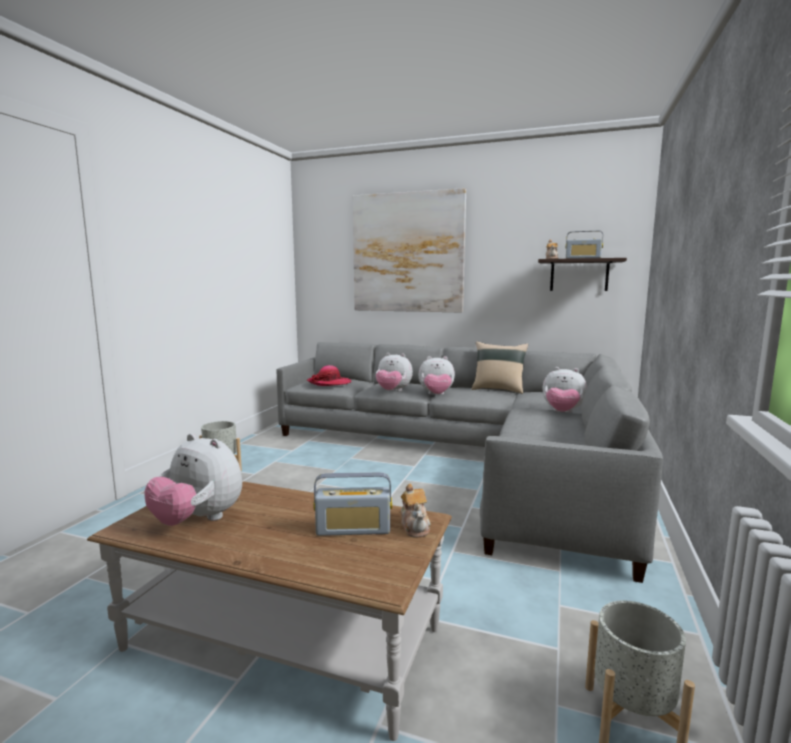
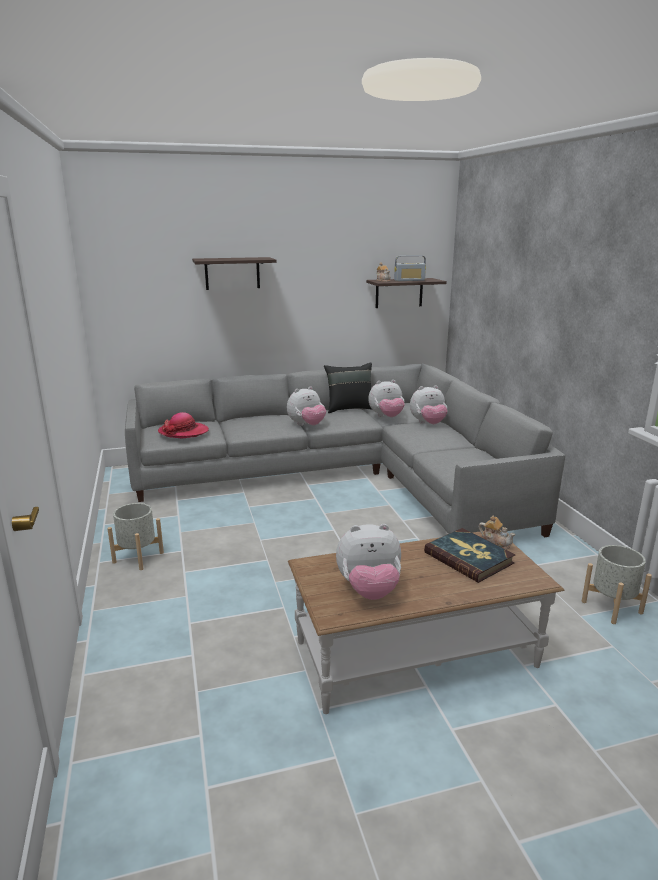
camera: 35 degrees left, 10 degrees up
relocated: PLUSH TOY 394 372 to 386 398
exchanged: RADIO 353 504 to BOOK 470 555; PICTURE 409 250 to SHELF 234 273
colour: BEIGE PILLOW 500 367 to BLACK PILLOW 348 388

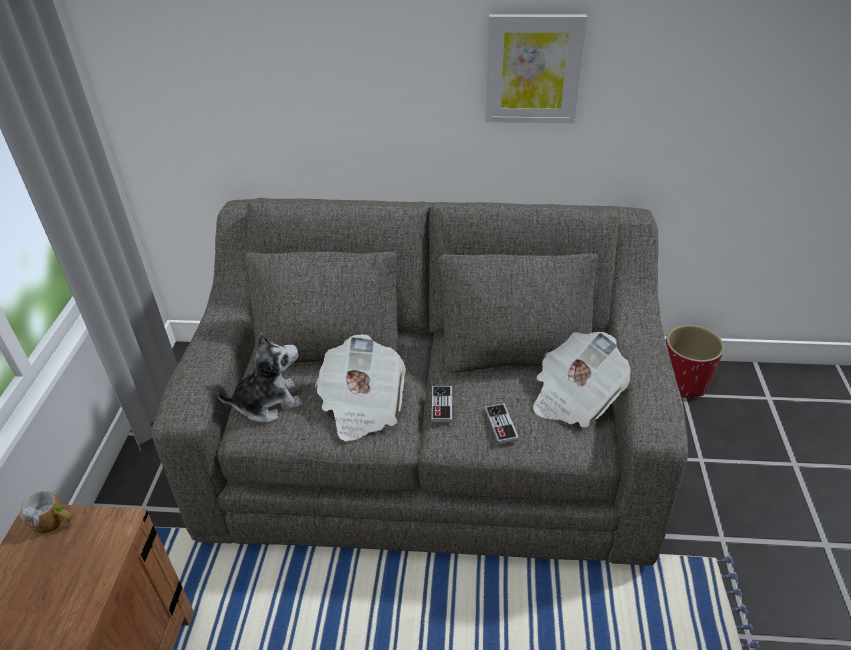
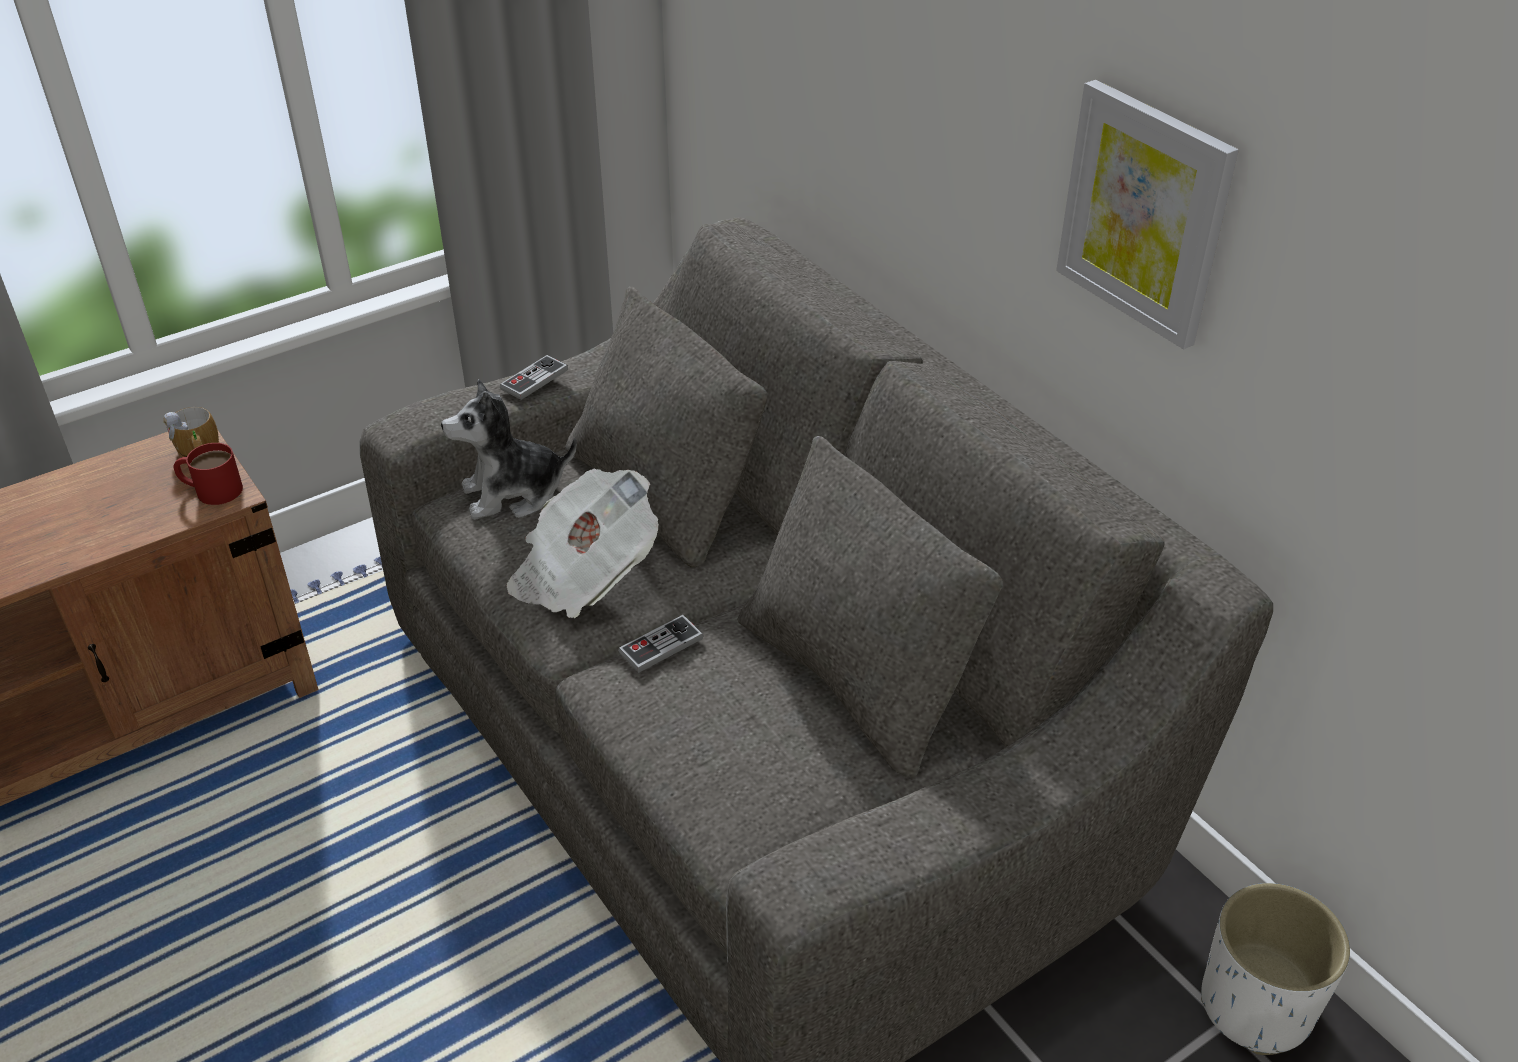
camera: 50 degrees right, 0 degrees up
missing: NEWSPAPER 582 379
appeared: RED MUG 208 474
relocated: GAME CONTROLLER 502 423 to 534 377
colour: RED PLANTER 695 361 to WHITE PLANTER 1275 969
spun: PLUSH TOY 260 377 = 509 449 135 degrees clockwise

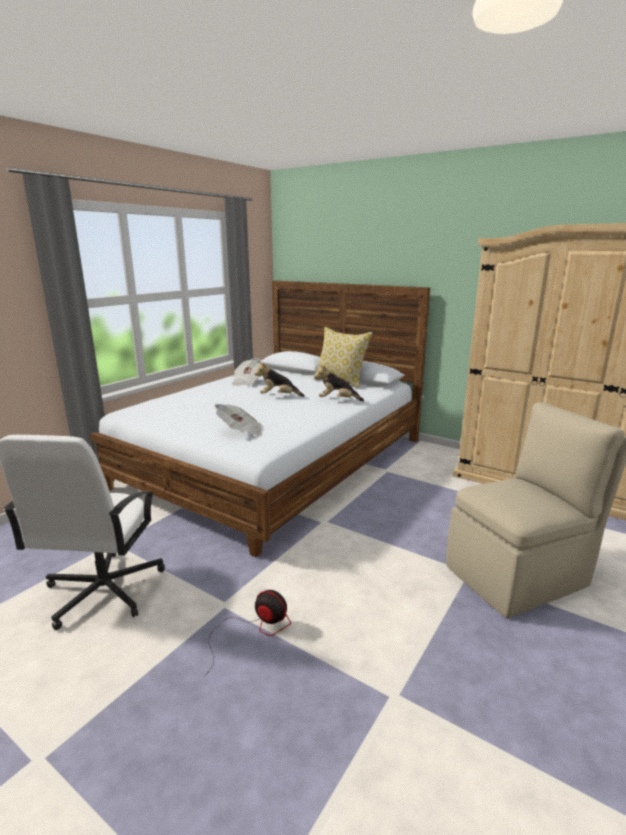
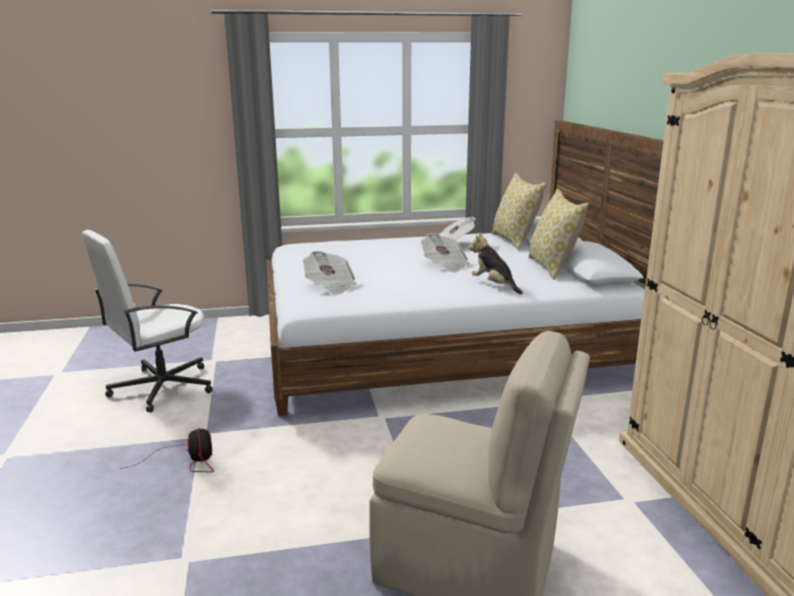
camera: 45 degrees right, 0 degrees up
appeared: PILLOW 519 211
exchanged: PLUSH TOY 280 379 to NEWSPAPER 445 253

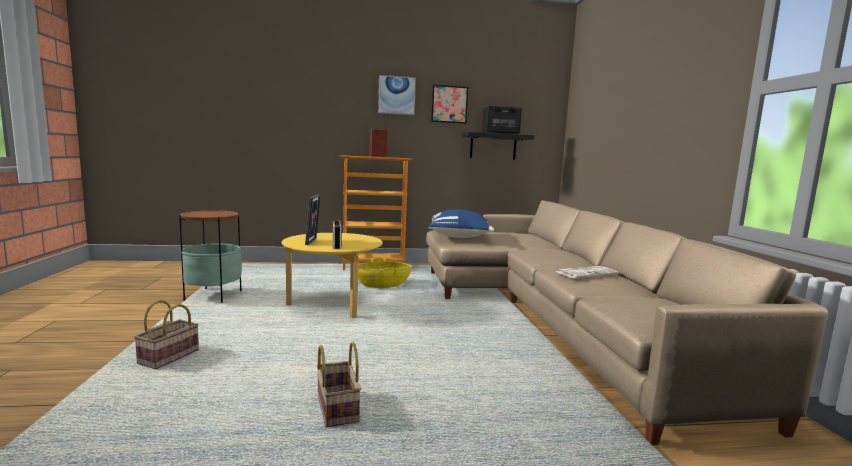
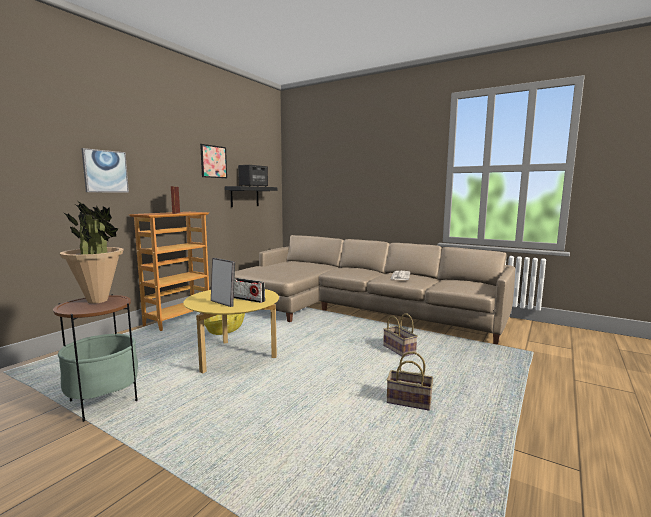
camera: 50 degrees left, 0 degrees up
missing: BLUE PILLOW 461 224
appeared: POTTED PLANT 91 252
relocated: BASKET 166 334 to 400 334; PICTURE 397 95 to 105 170

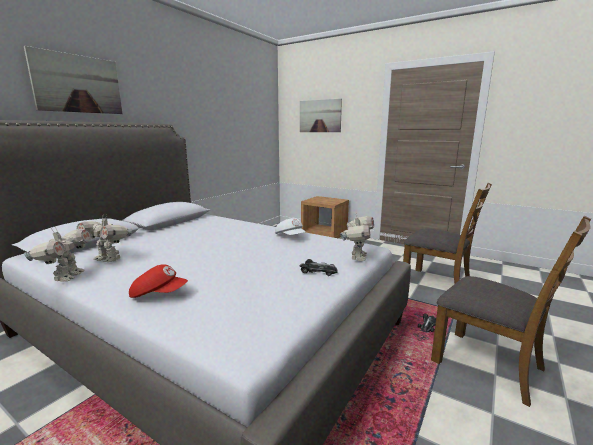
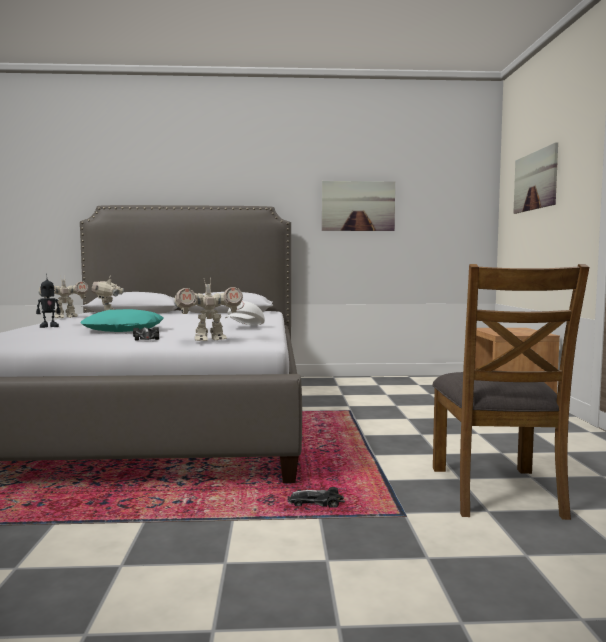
camera: 55 degrees right, 10 degrees down
missing: BROWN CHAIR 511 311
appeared: TURQUOISE PILLOW 122 320
relocated: PICTURE 73 80 to 358 206
exchanged: RED CAP 158 281 to TOY ROBOT 48 303

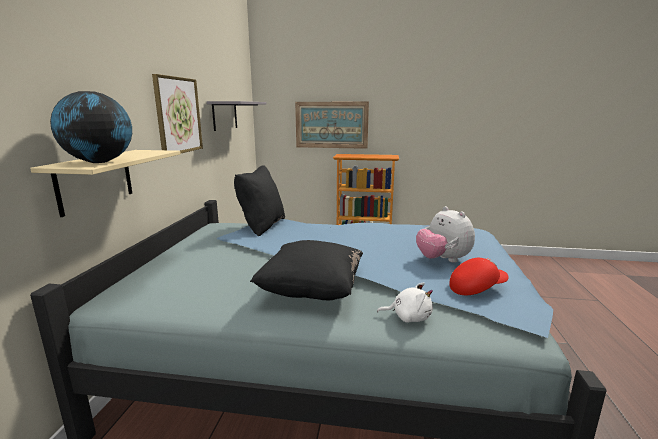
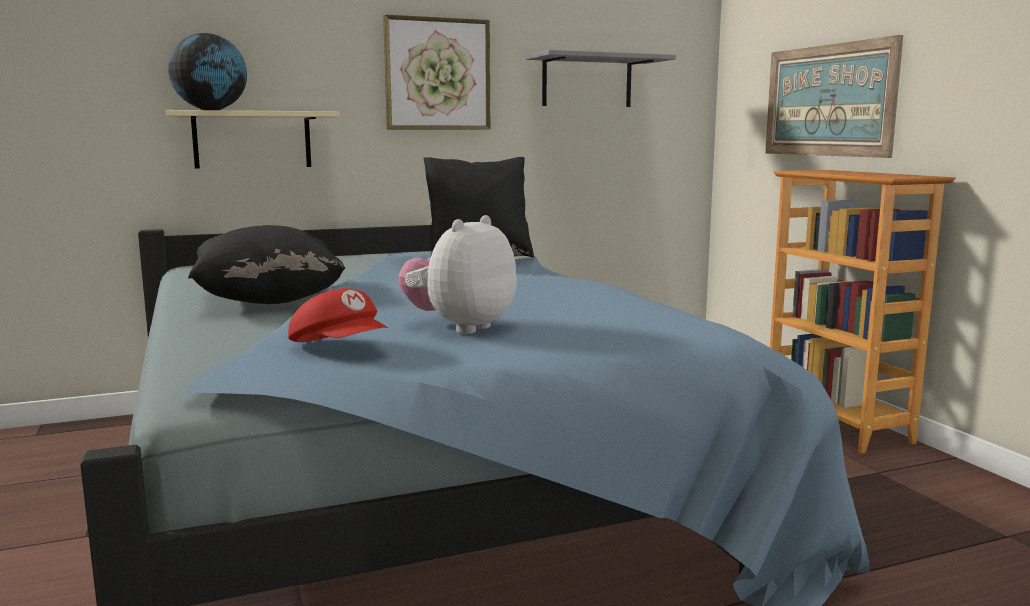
camera: 60 degrees right, 5 degrees down
missing: WHITE PLUSH TOY 405 302

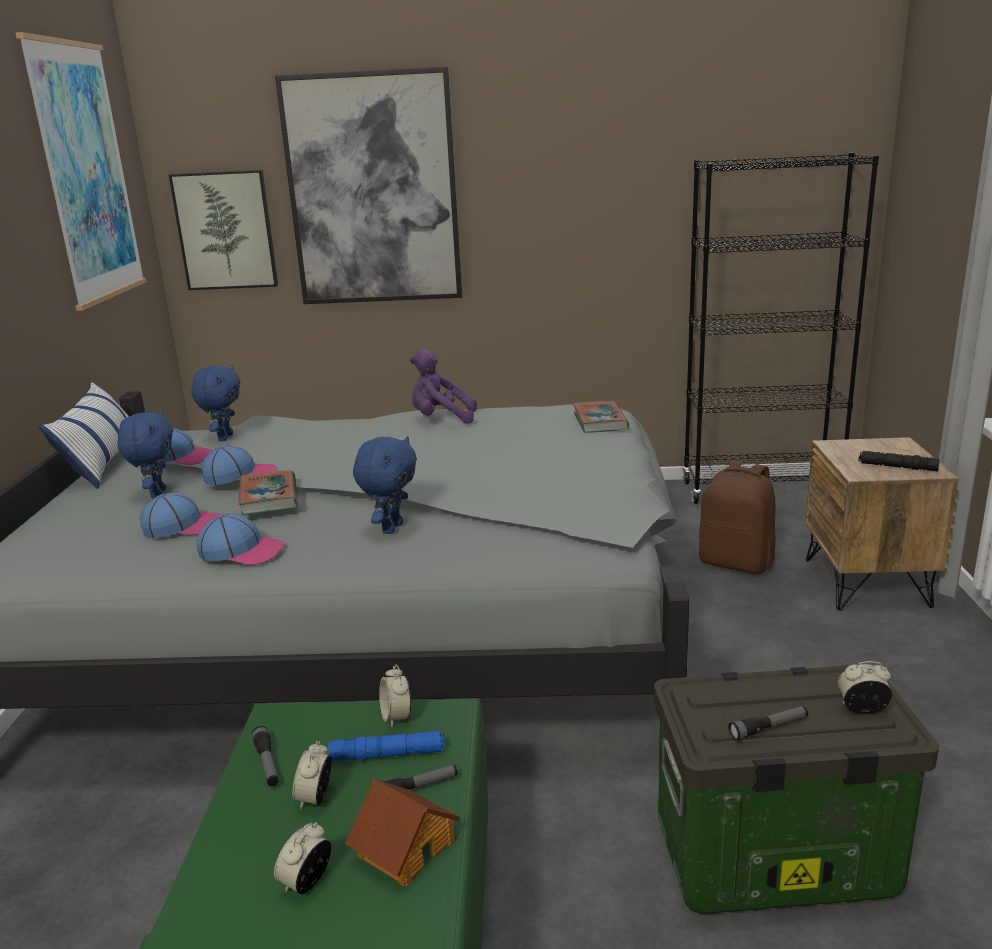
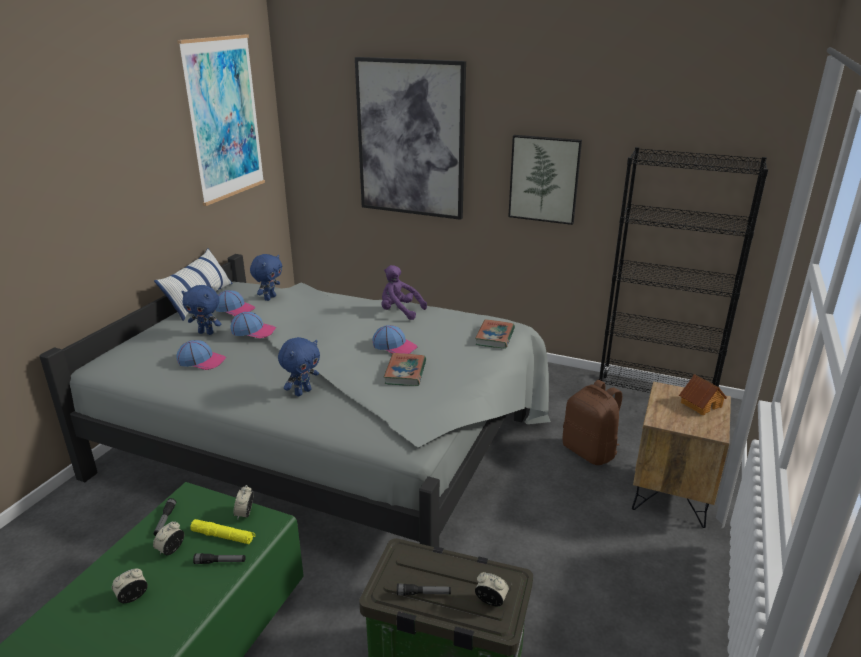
camera: 20 degrees right, 5 degrees up
missing: BLACK FLASHLIGHT 899 461
relocated: PICTURE 223 230 to 545 180; CAP 241 539 to 394 339; BOOK 268 492 to 405 369; TOY HOUSE 402 833 to 703 394
colour: BLUE FLASHLIGHT 386 746 to YELLOW FLASHLIGHT 222 531
spun: BLUE PLUSH TOY 145 455 = 201 310 90 degrees clockwise

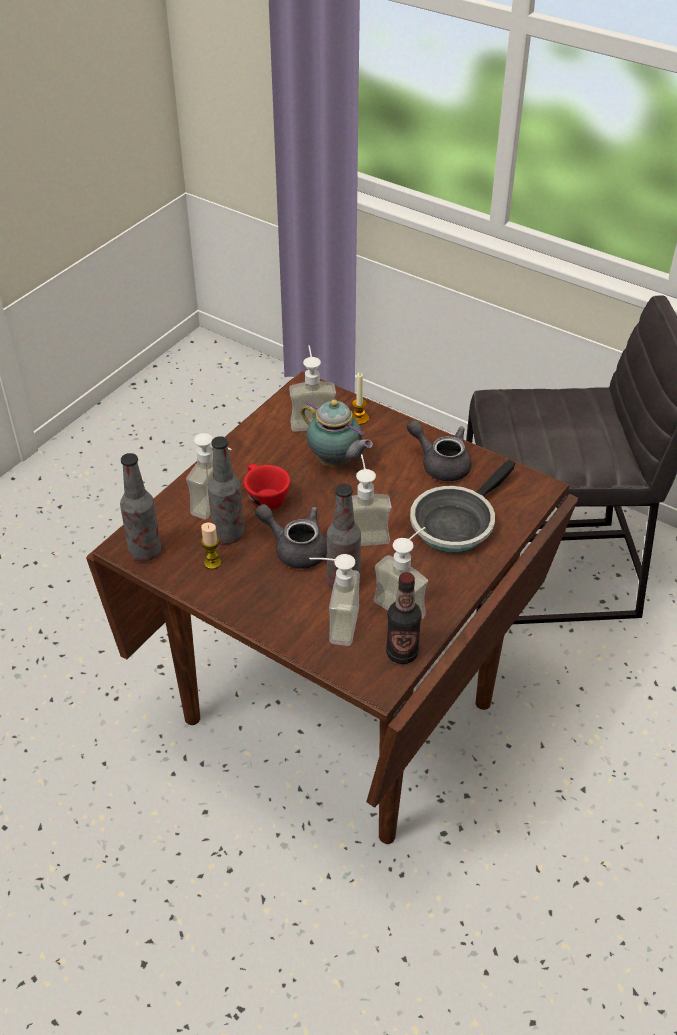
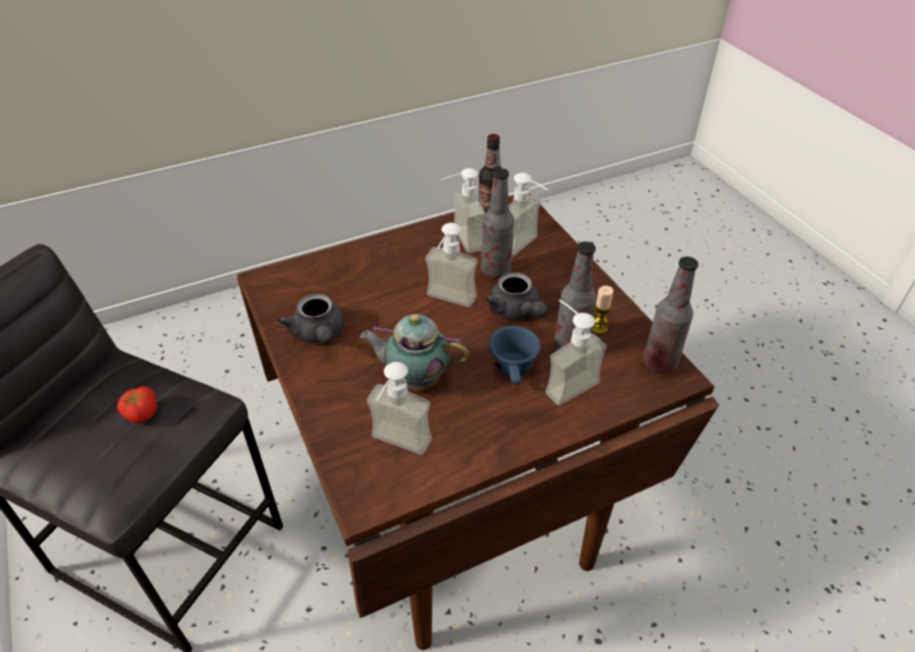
camera: 150 degrees left, 0 degrees up
missing: CANDLE 360 399; FRYING PAN 463 506
appeared: TOMATO 137 404
colour: RED CUP 267 487 to BLUE CUP 515 355
spun: TEAPOT 337 433 = 414 352 60 degrees counterclockwise

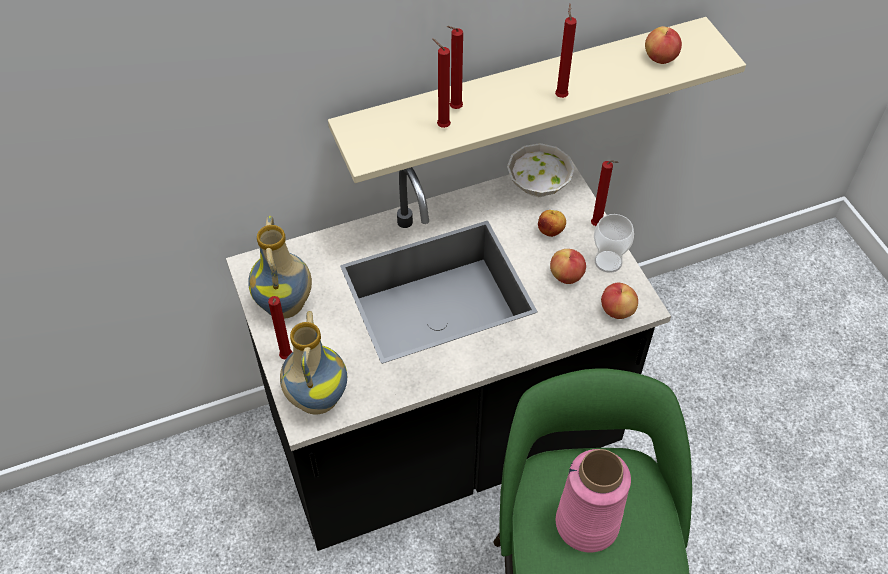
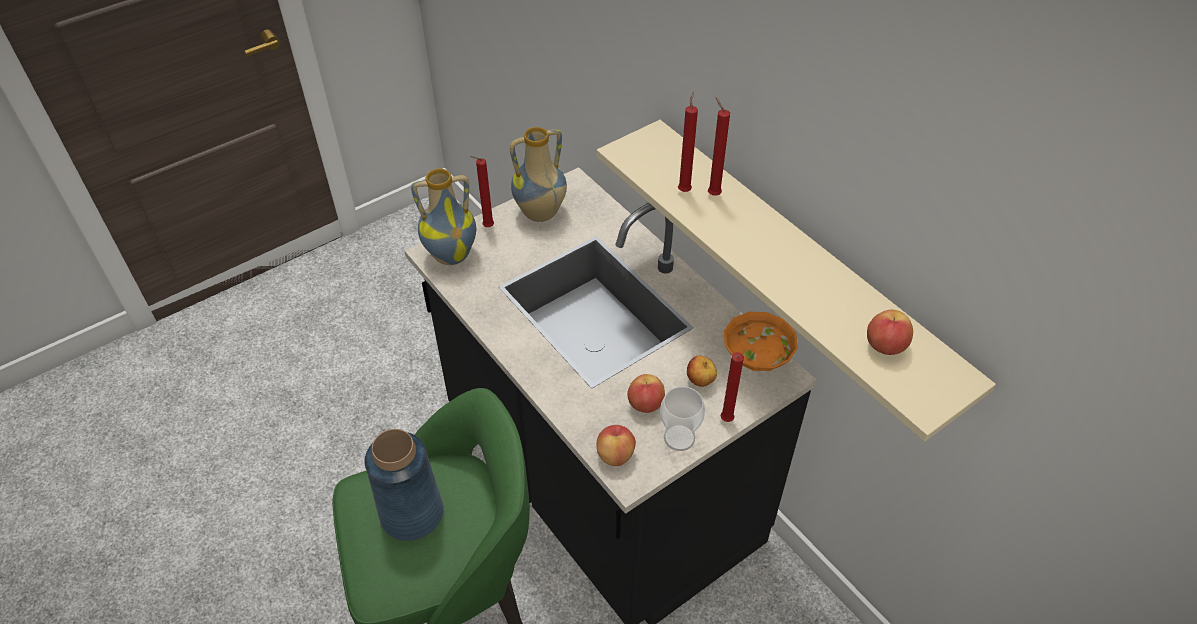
camera: 75 degrees right, 5 degrees down
missing: RED CANDLE 566 51
colour: WHITE BOWL 540 170 to ORANGE BOWL 761 341; PINK VASE 593 500 to BLUE VASE 404 485

